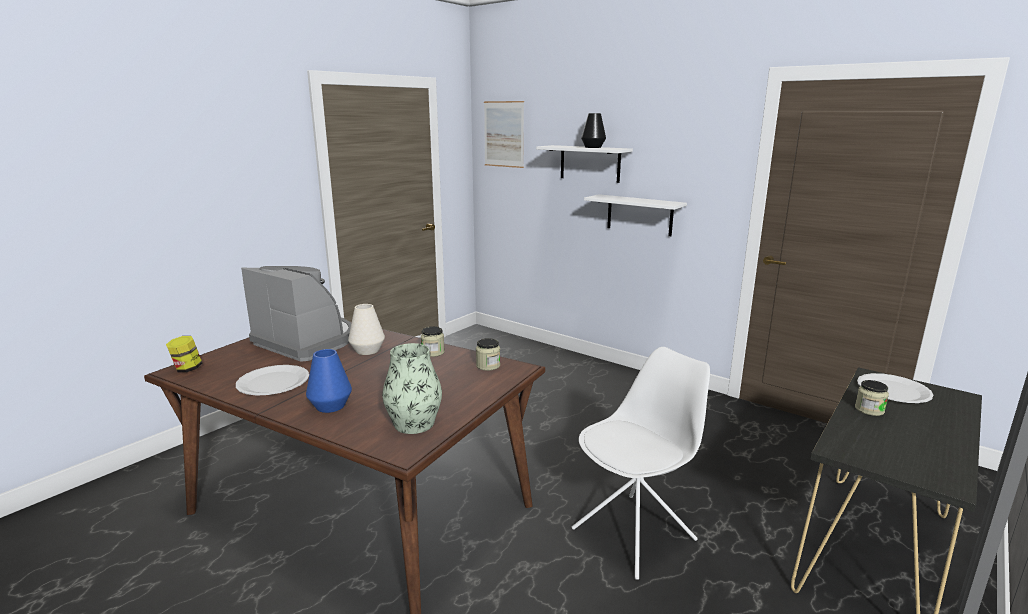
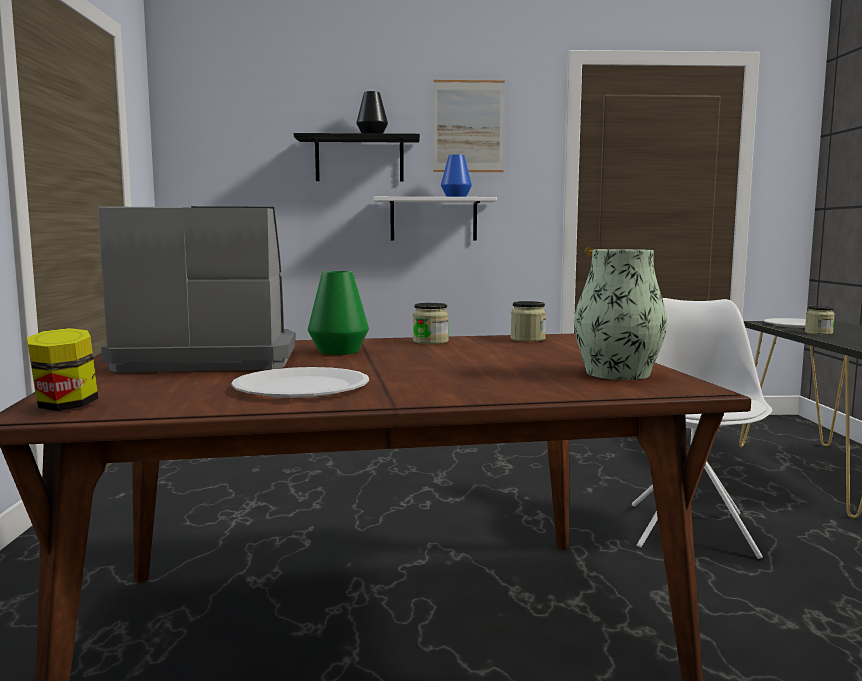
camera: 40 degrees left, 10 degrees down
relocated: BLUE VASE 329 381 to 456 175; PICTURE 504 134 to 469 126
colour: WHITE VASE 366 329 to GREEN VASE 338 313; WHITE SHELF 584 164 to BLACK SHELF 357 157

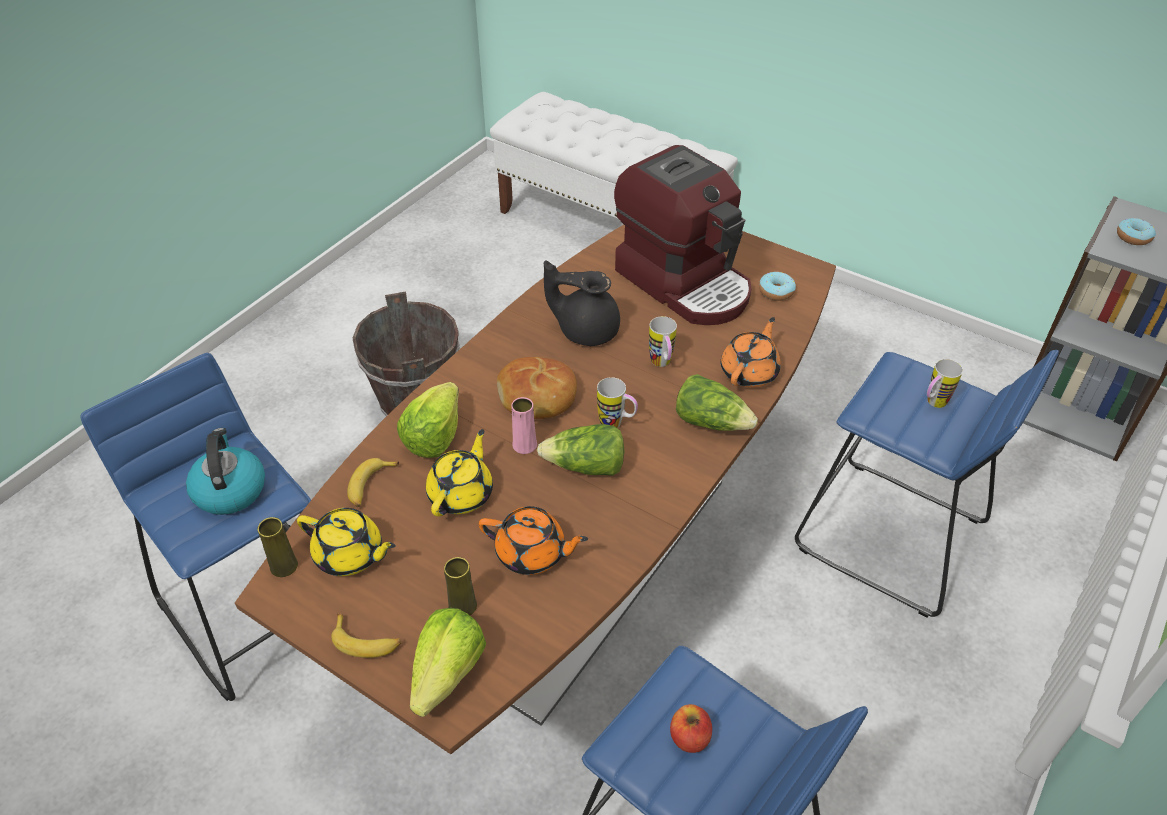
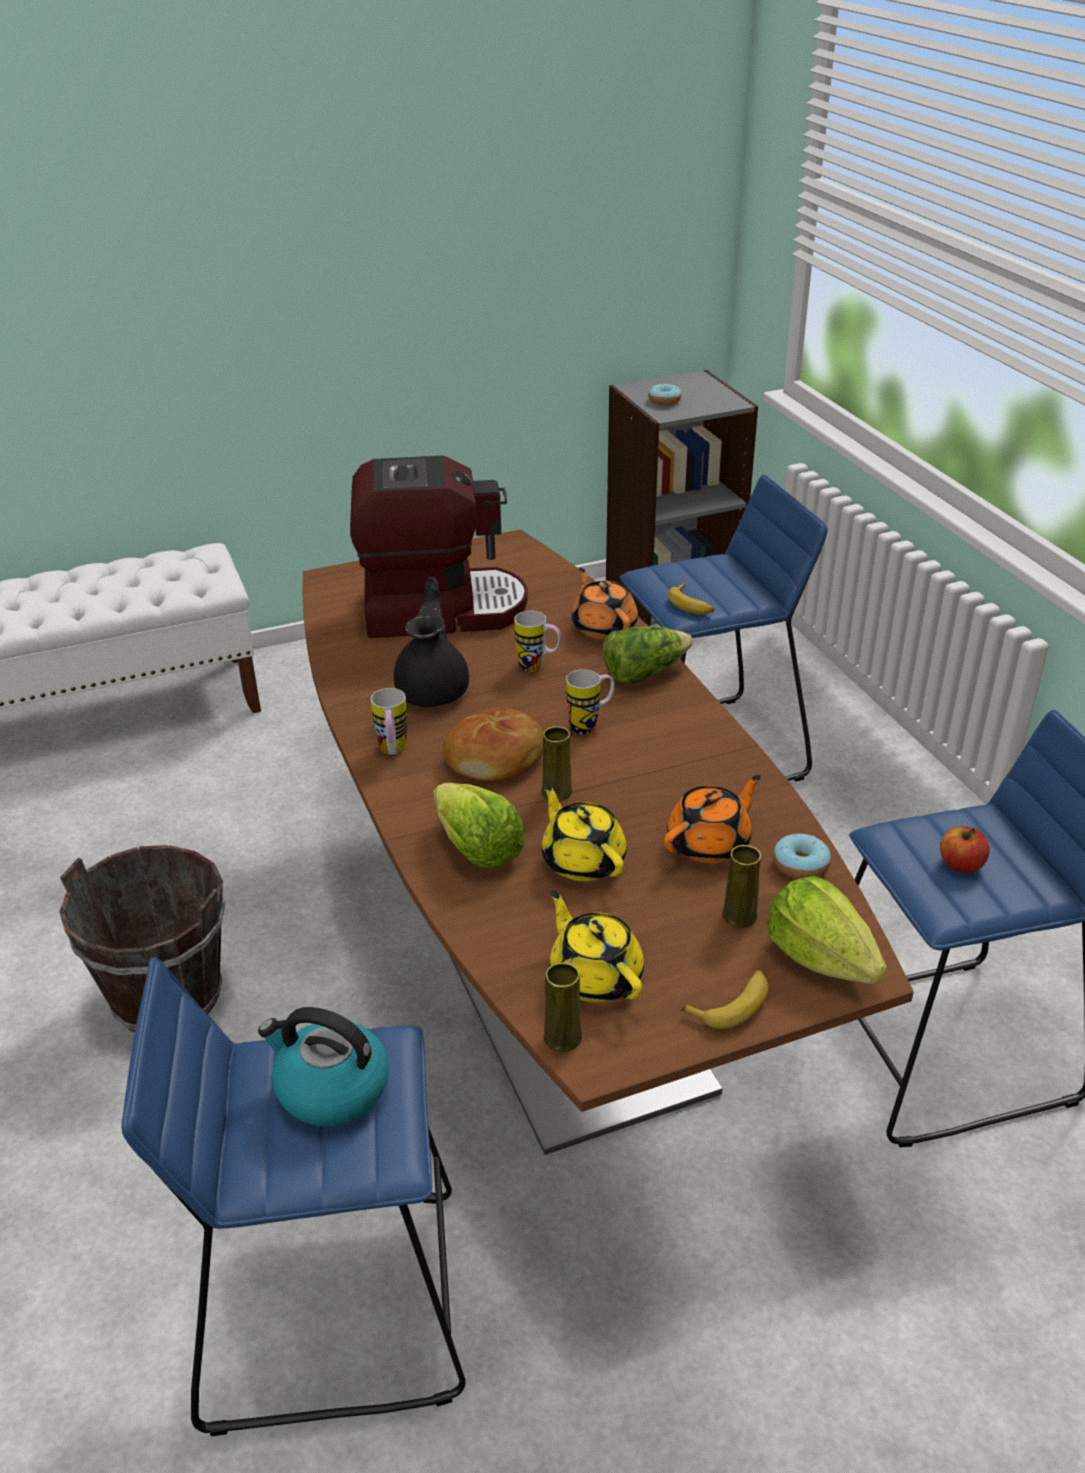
camera: 55 degrees left, 10 degrees down
missing: LETTUCE 581 450
relocated: BANANA 373 482 to 691 599; DONUT 777 286 to 802 856; MUG 945 383 to 389 721
colour: PINK VASE 524 425 to YELLOW VASE 556 763
spun: YELLOW TEAPOT 346 542 = 597 946 90 degrees counterclockwise; BLACK TEAPOT 582 303 = 431 642 135 degrees clockwise

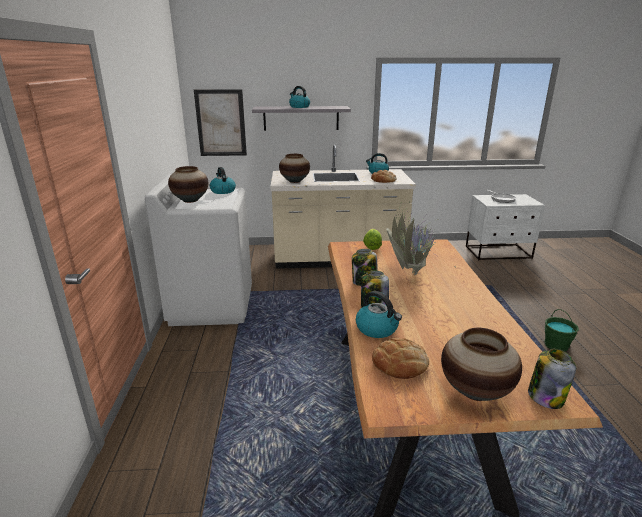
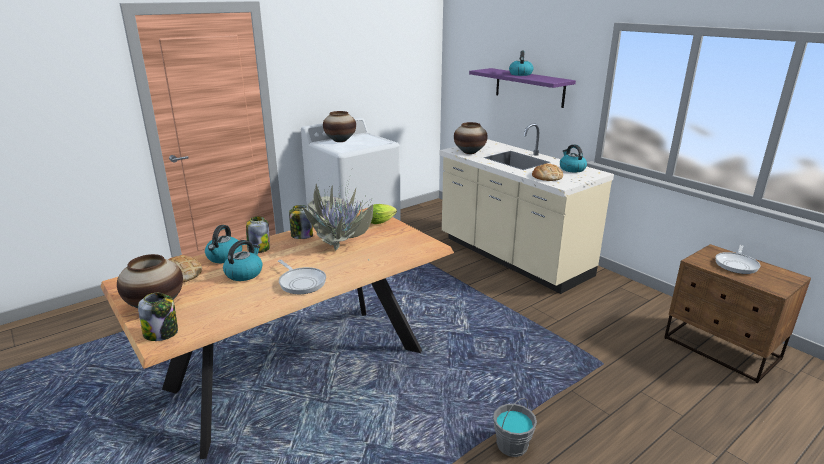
camera: 55 degrees right, 0 degrees up
missing: PICTURE 220 122
appeared: FRYING PAN 302 277
relocated: KETTLE 223 180 to 243 260
colour: GREY SHELF 301 118 to PURPLE SHELF 522 88; WHITE NIGHTSTAND 505 227 to BROWN NIGHTSTAND 738 313; GREEN BUCKET 562 330 to GREY BUCKET 515 427

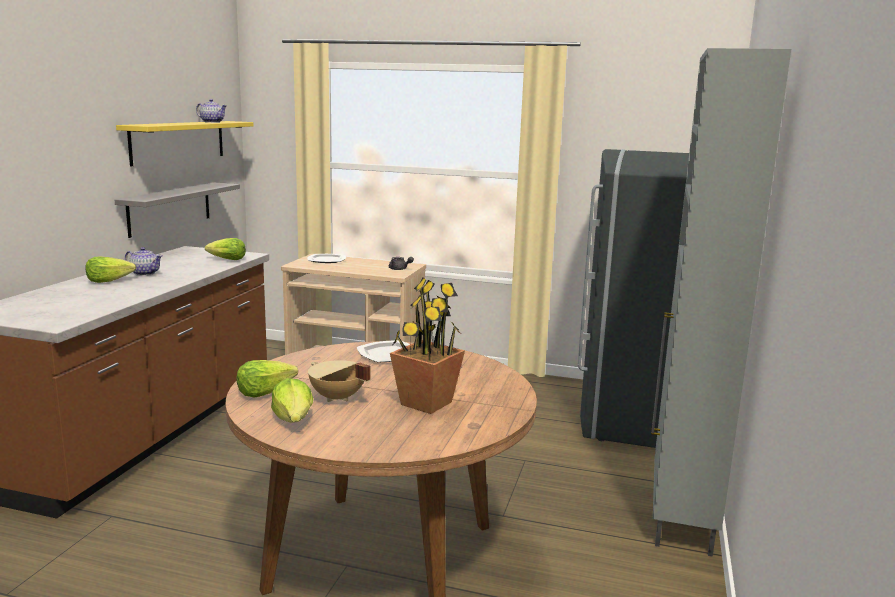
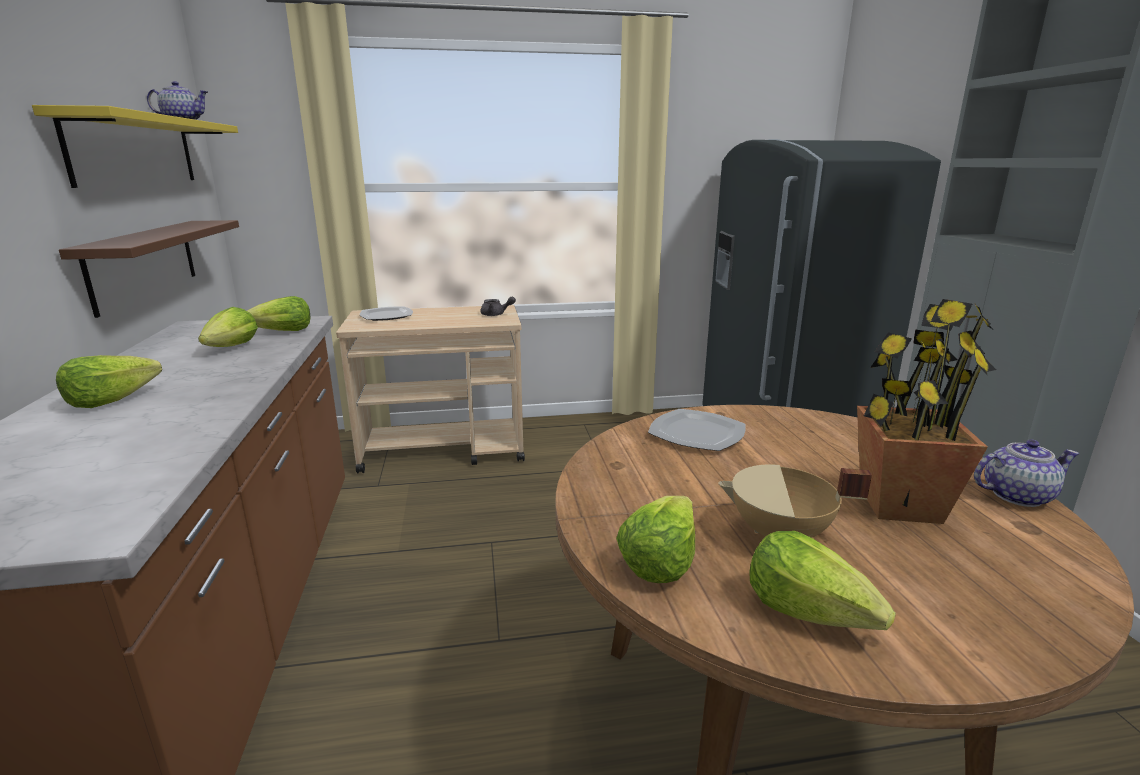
camera: 25 degrees left, 5 degrees up
appeared: LETTUCE 228 327
relocated: TEAPOT 143 261 to 1027 473
colour: GREY SHELF 177 210 to BROWN SHELF 149 269

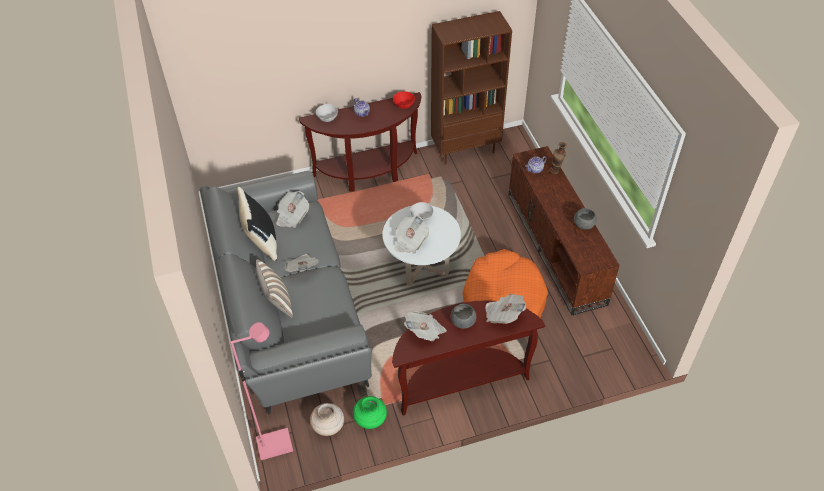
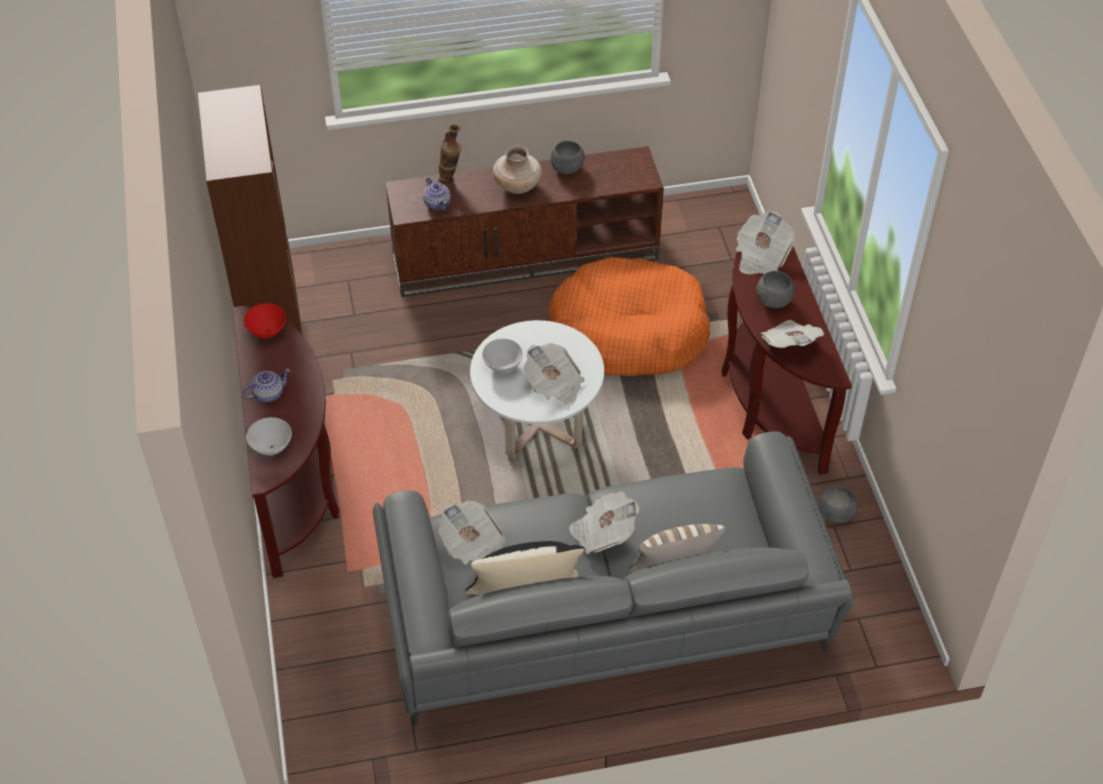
camera: 85 degrees left, 0 degrees up
missing: PINK FLOOR LAMP 261 391
relocated: BEIGE VASE 327 419 to 517 170
exchanged: GREEN VASE 370 412 to GREY BOWL 837 504

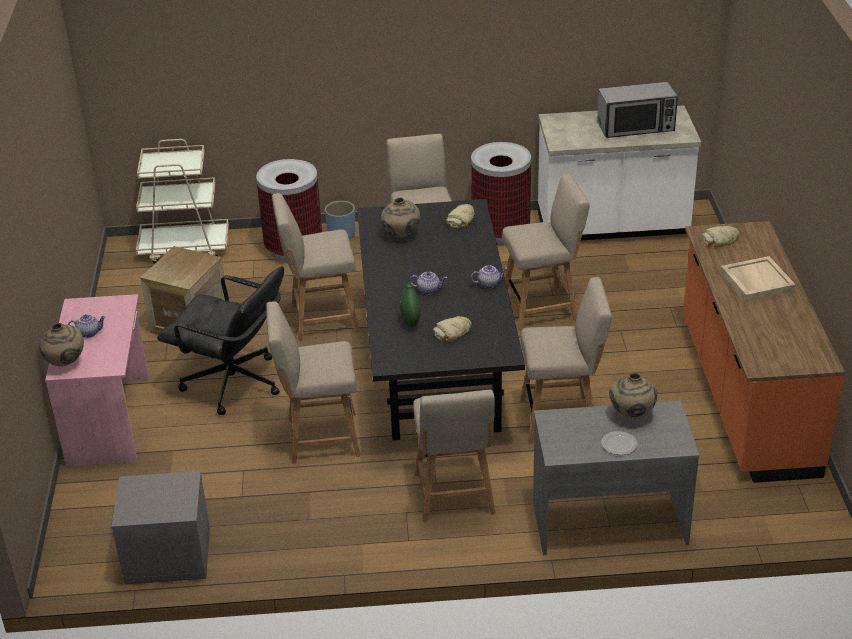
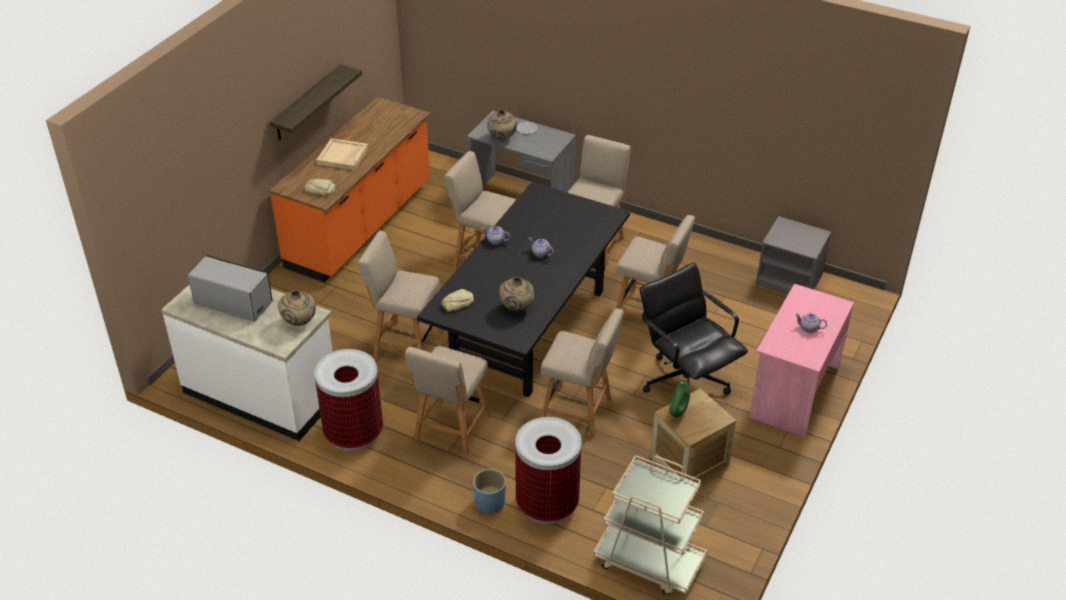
camera: 150 degrees left, 5 degrees up
missing: BREAD 452 329
appeared: SHELF 315 102
relocated: BEIGE VASE 61 344 to 297 308; GREEN VASE 410 305 to 679 398

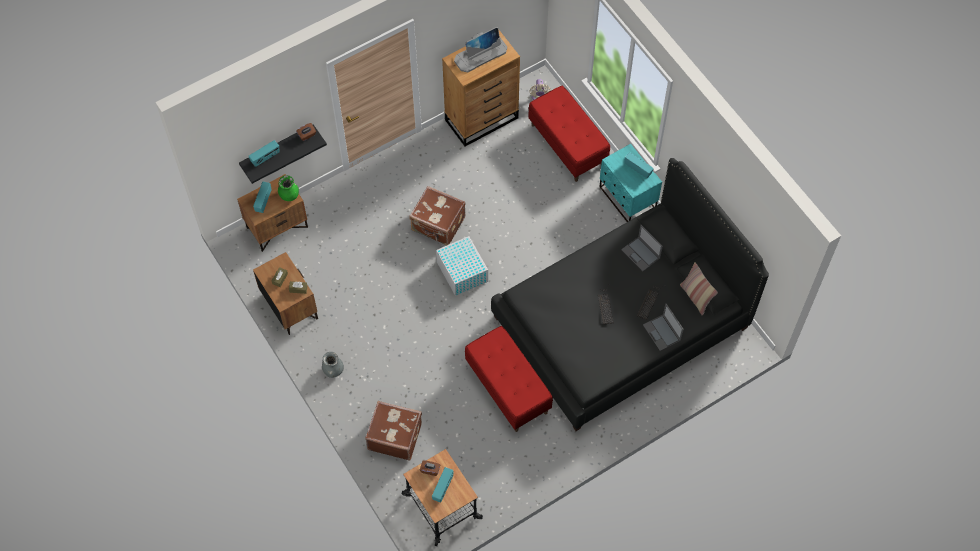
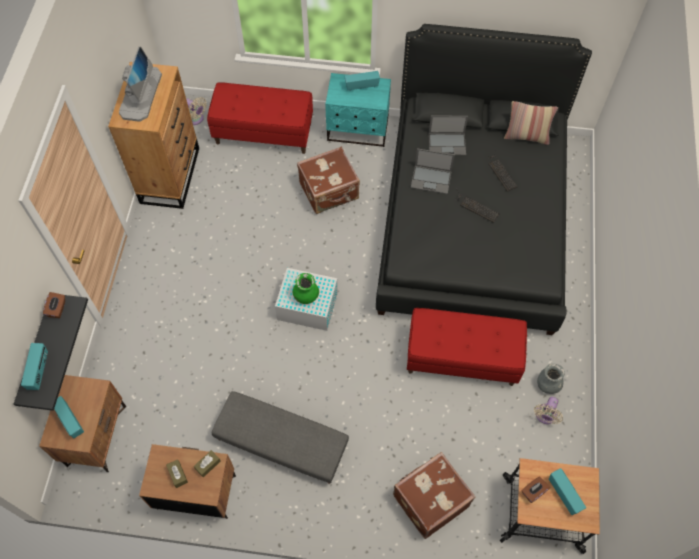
camera: 50 degrees left, 0 degrees up
appeared: GREY OTTOMAN 280 437; BEIGE FAN 548 410
relocated: GREEN VASE 288 188 to 306 288; GREY VASE 333 365 to 551 379; BROWN SUITCASE 437 215 to 328 180; LAPTOP 663 327 to 433 171

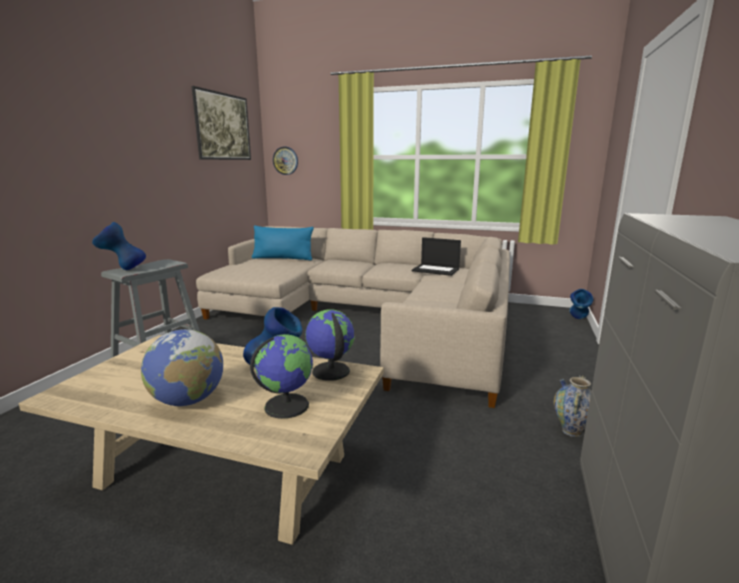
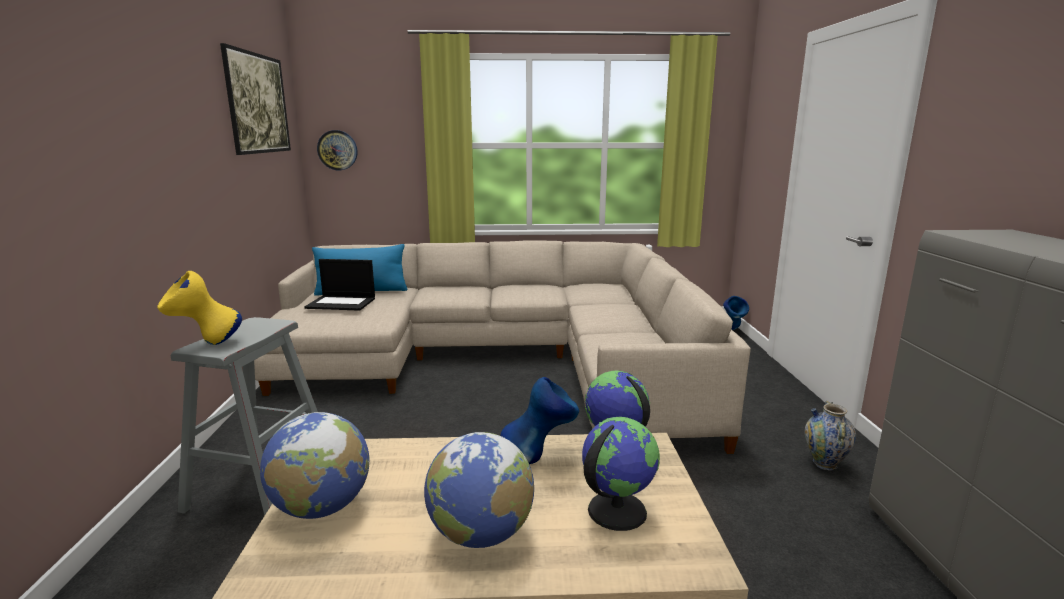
camera: 20 degrees left, 0 degrees up
appeared: GLOBE 315 465
relocated: LAPTOP 436 256 to 339 285
colour: BLUE VASE 119 246 to YELLOW VASE 199 308

